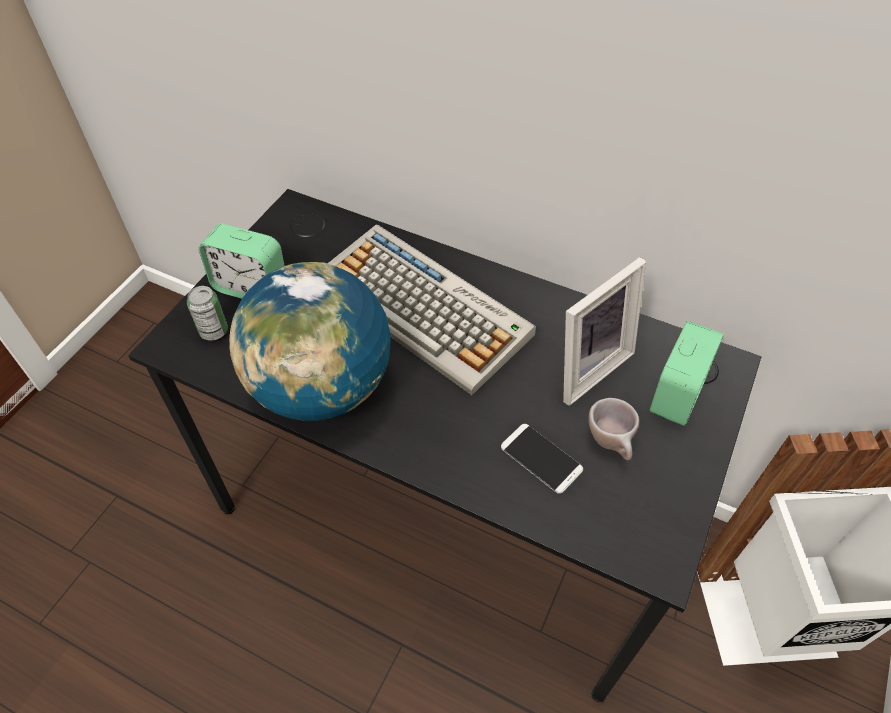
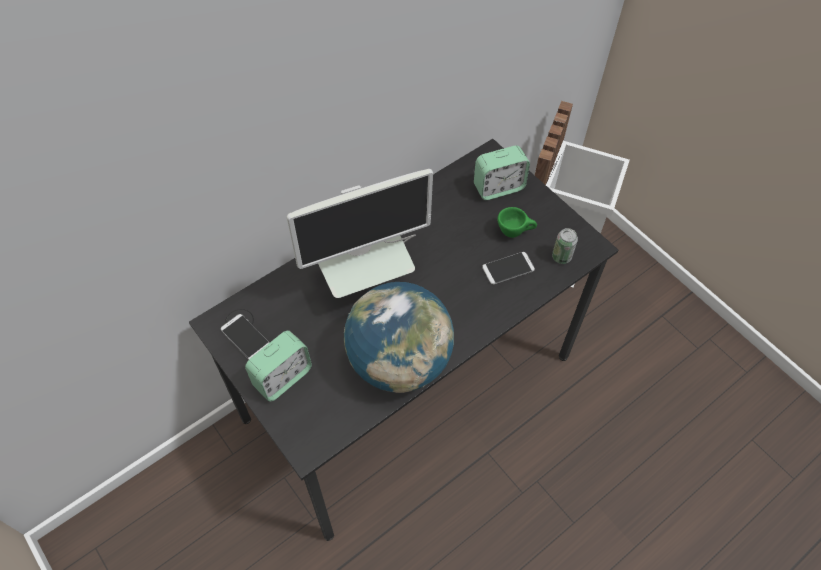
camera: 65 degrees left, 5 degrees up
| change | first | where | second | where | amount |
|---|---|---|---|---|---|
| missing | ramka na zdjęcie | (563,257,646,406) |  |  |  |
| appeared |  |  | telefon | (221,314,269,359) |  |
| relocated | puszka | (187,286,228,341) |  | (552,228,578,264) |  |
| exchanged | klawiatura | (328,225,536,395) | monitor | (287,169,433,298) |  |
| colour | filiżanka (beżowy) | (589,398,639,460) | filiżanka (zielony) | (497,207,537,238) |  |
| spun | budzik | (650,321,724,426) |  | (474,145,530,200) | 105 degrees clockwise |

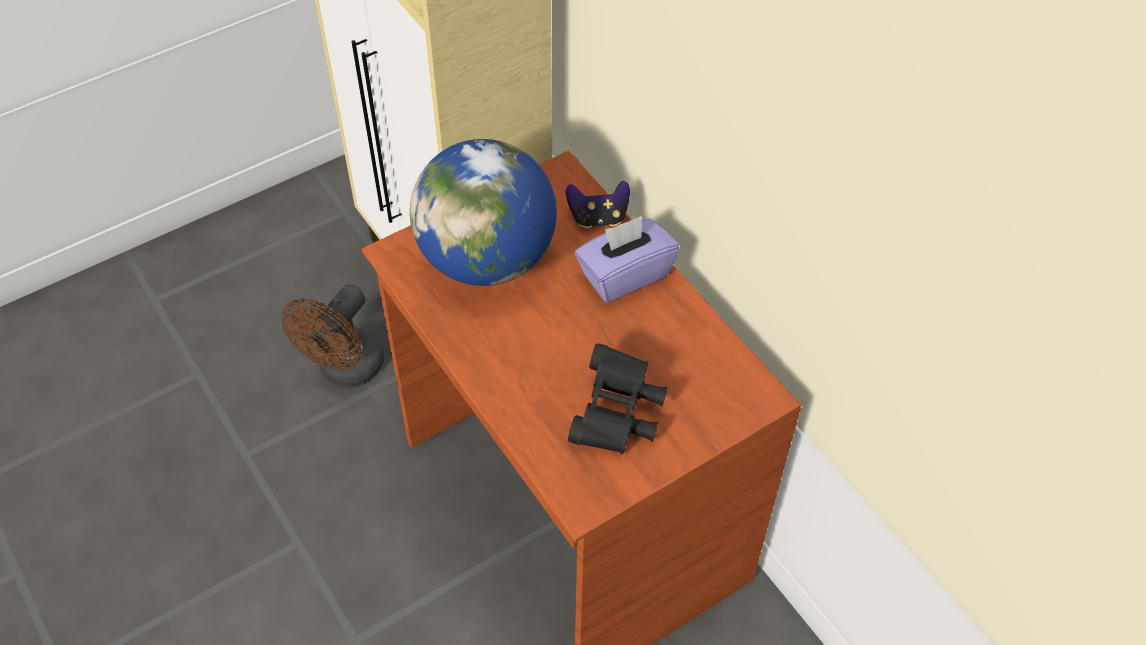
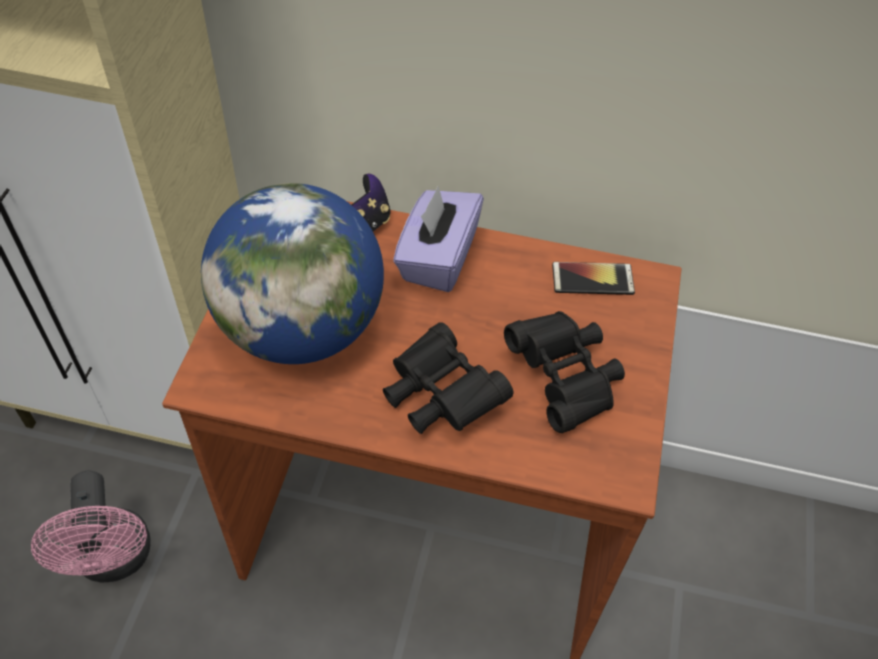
camera: 45 degrees left, 0 degrees up
| change | first | where | second | where | amount |
|---|---|---|---|---|---|
| appeared |  |  | lornetka (czarny) | (383,322,514,434) |  |
| appeared |  |  | telefon | (552,262,635,295) |  |
| colour | wentylator (brązowy) | (281,284,384,387) | wentylator (różowy) | (31,471,151,582) |  |

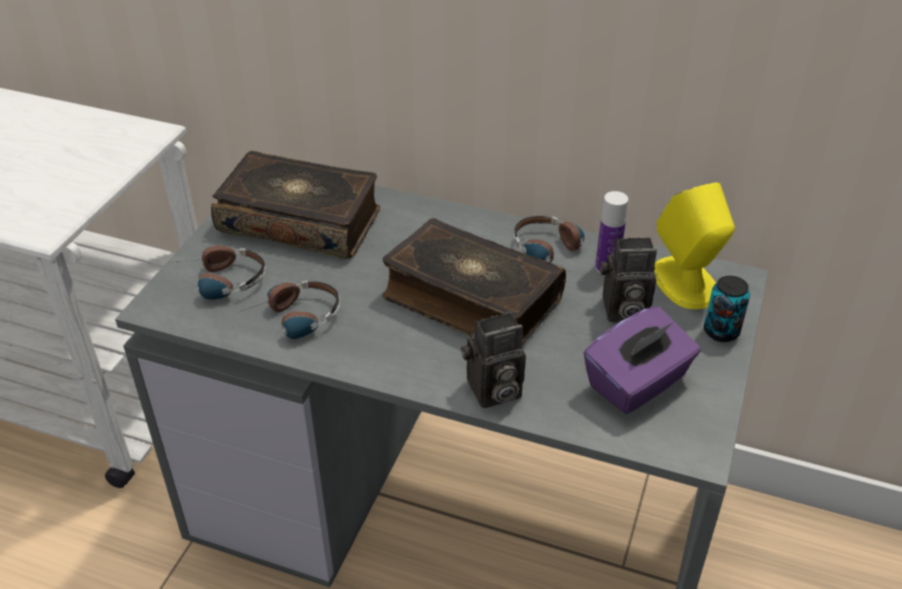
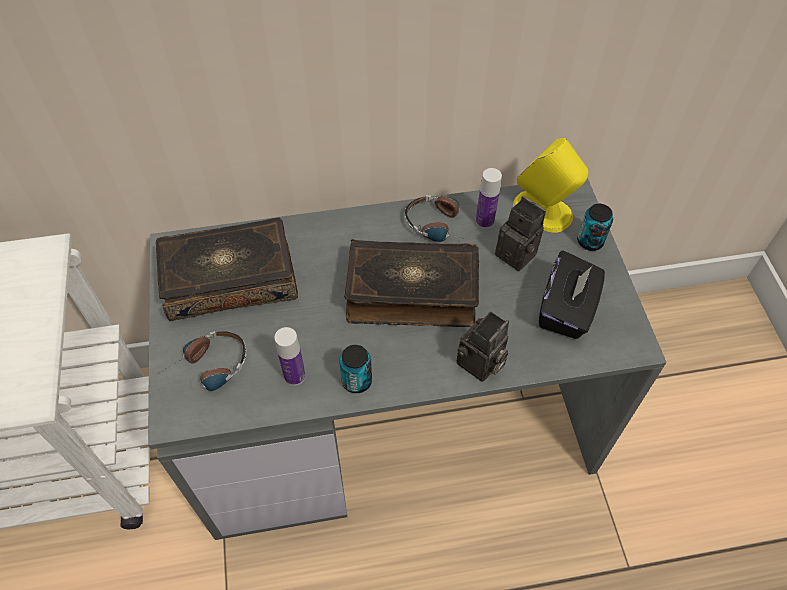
camera: 30 degrees left, 15 degrees up
| change | first | where | second | where | amount |
|---|---|---|---|---|---|
| appeared |  |  | puszka | (339,345,372,393) |  |
| exchanged | słuchawki | (239,280,340,339) | butelka | (274,327,306,386) |  |
| colour | pudełko chusteczek (fioletowy) | (584,306,701,414) | pudełko chusteczek (czarny) | (539,250,605,339) |  |
| spun | aparat fotograficzny | (600,237,657,322) |  | (495,196,546,271) | 105 degrees counterclockwise |

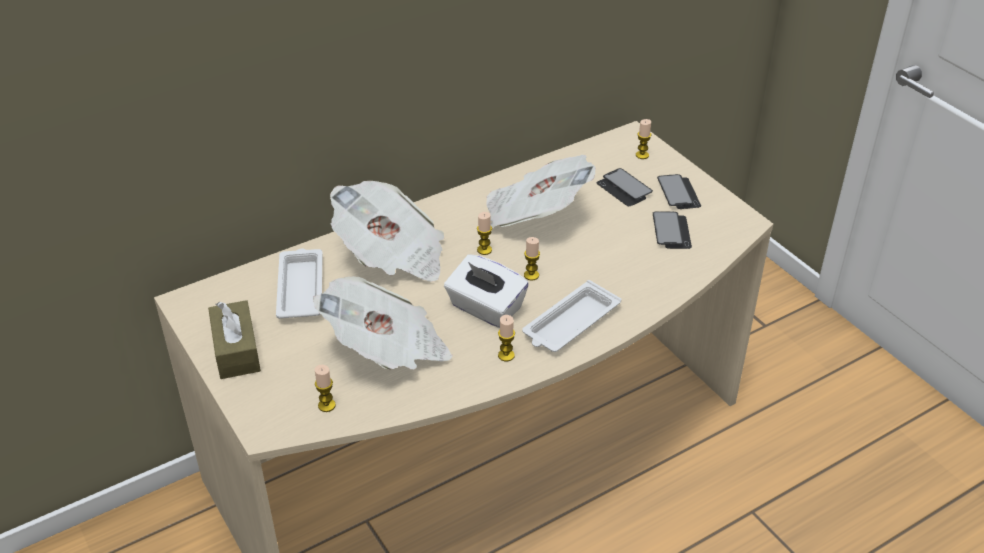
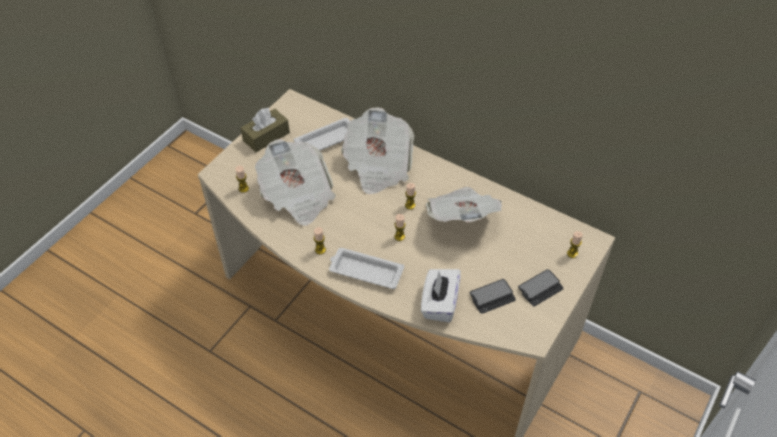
camera: 65 degrees right, 10 degrees up
| change | first | where | second | where | amount |
|---|---|---|---|---|---|
| missing | telefon | (597,168,653,206) |  |  |  |
| relocated | pudełko chusteczek (biały) | (444,254,529,328) |  | (421,269,461,322) |  |

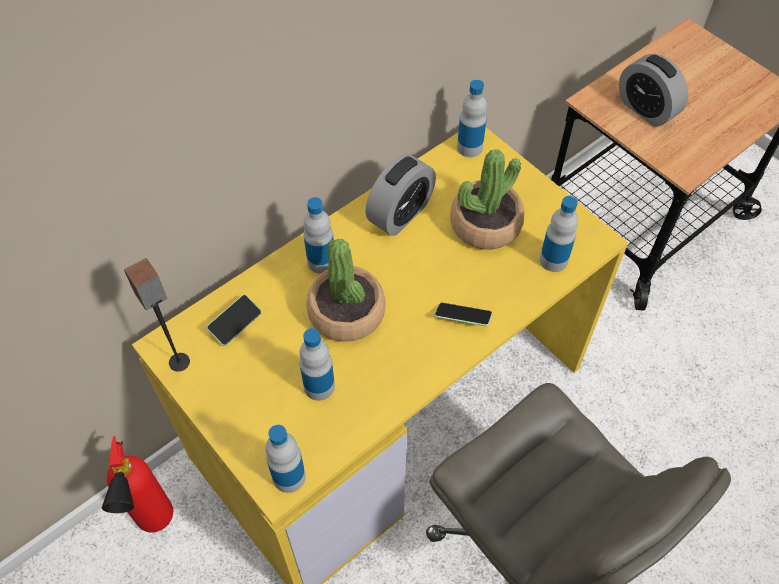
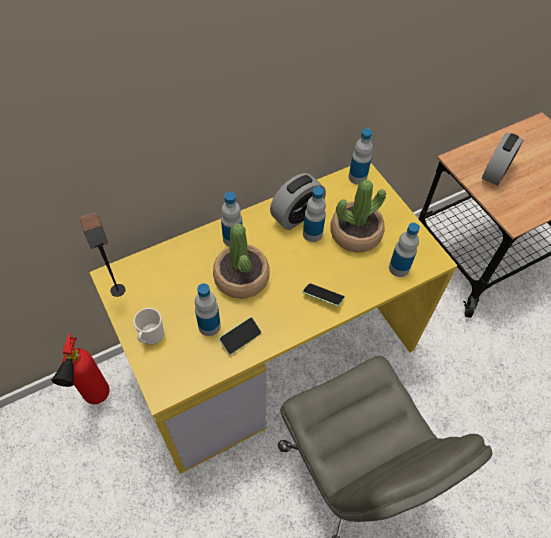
camera: 10 degrees right, 0 degrees up
| change | first | where | second | where | amount |
|---|---|---|---|---|---|
| appeared |  |  | kubek | (133,308,164,345) |  |
| relocated | telefon | (206,294,262,346) |  | (219,317,262,355) |  |
| relocated | butelka | (266,425,306,493) |  | (303,187,326,242) |  |
| spun | budzik | (619,54,688,127) |  | (482,133,524,186) | 120 degrees counterclockwise |

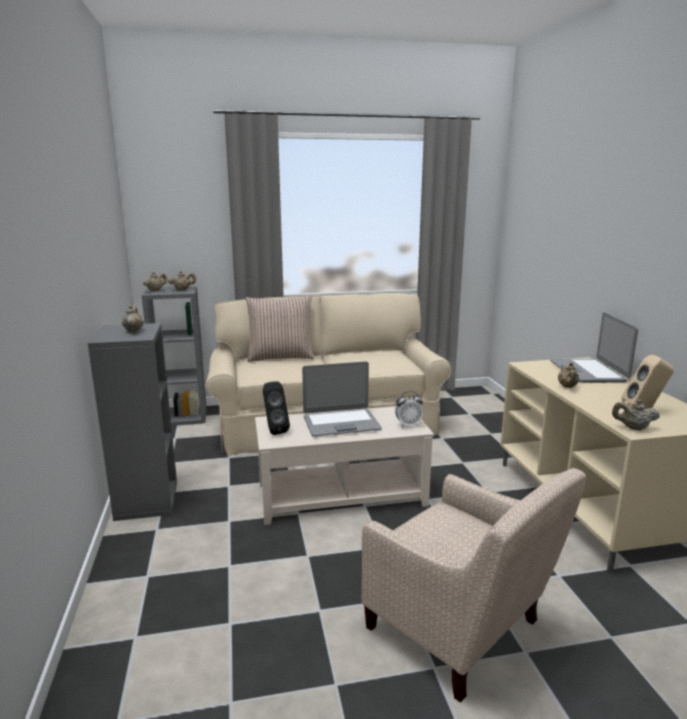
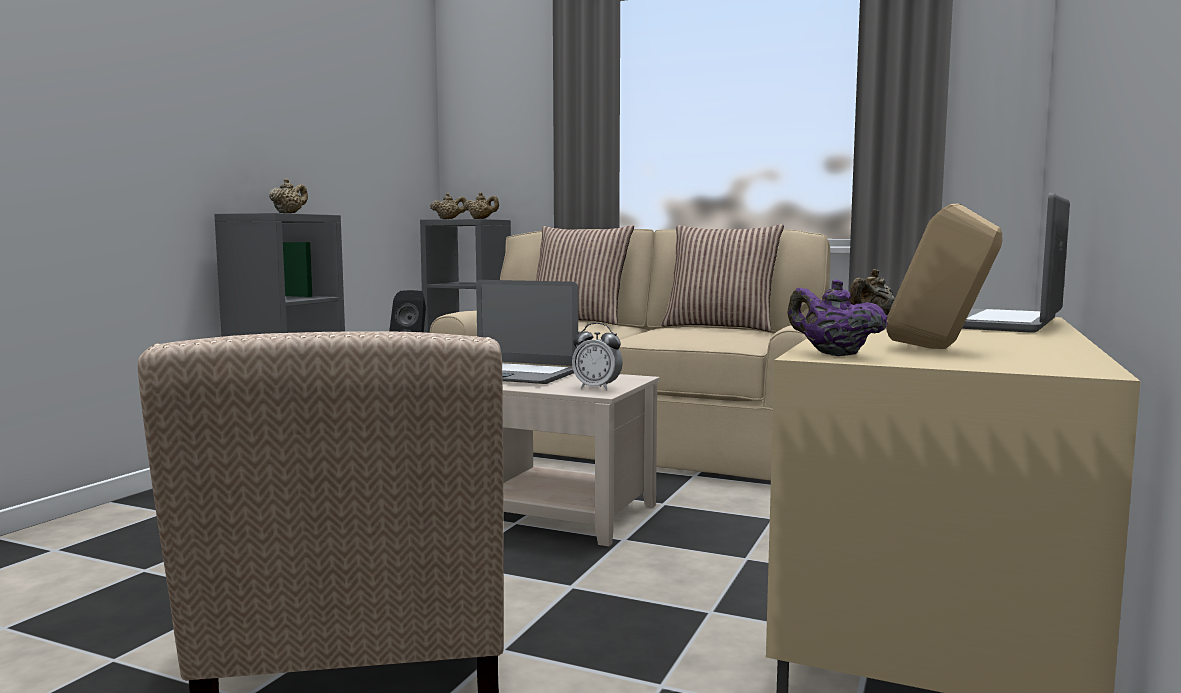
camera: 35 degrees right, 10 degrees down
| change | first | where | second | where | amount |
|---|---|---|---|---|---|
| appeared |  |  | poduszka | (661,224,784,331) |  |
| colour | imbryk (beżowy) | (612,400,660,431) | imbryk (fioletowy) | (788,279,888,356) |  |

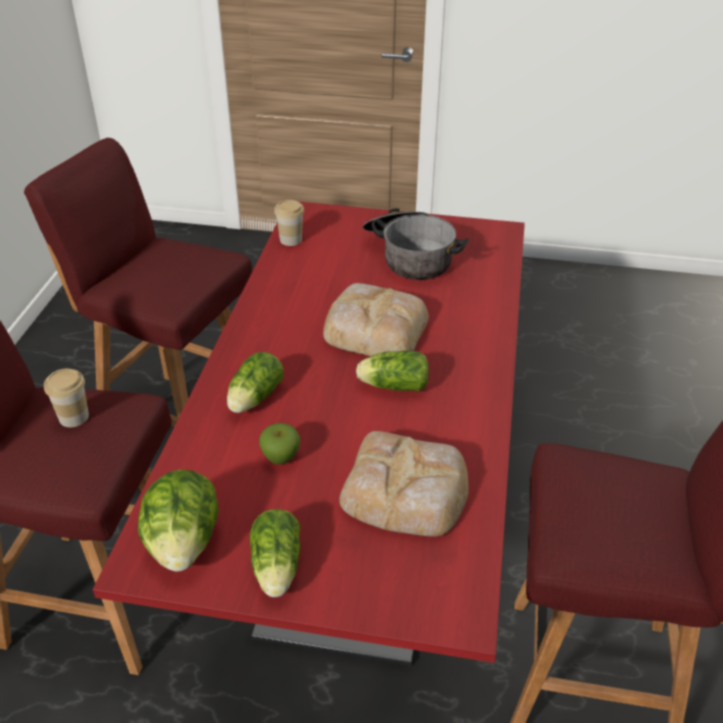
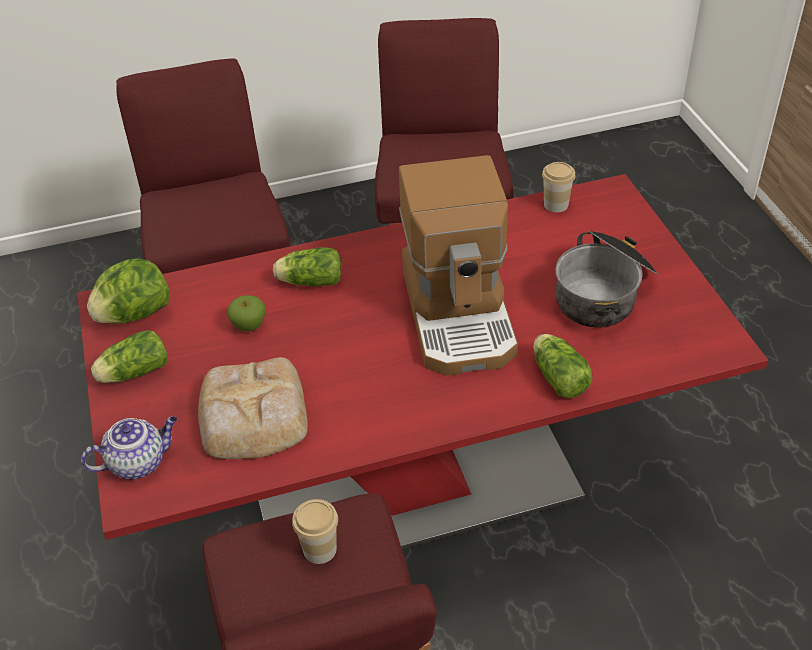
camera: 65 degrees right, 5 degrees up
| change | first | where | second | where | amount |
|---|---|---|---|---|---|
| appeared |  |  | imbryk | (81,416,177,479) |  |
| relocated | filiżanka | (44,369,89,427) |  | (292,499,338,564) |  |
| relocated | sałata | (356,351,429,391) |  | (533,334,592,399) |  |
| exchanged | chleb | (323,283,429,356) | ekspres do kawy | (399,155,518,376) |  |

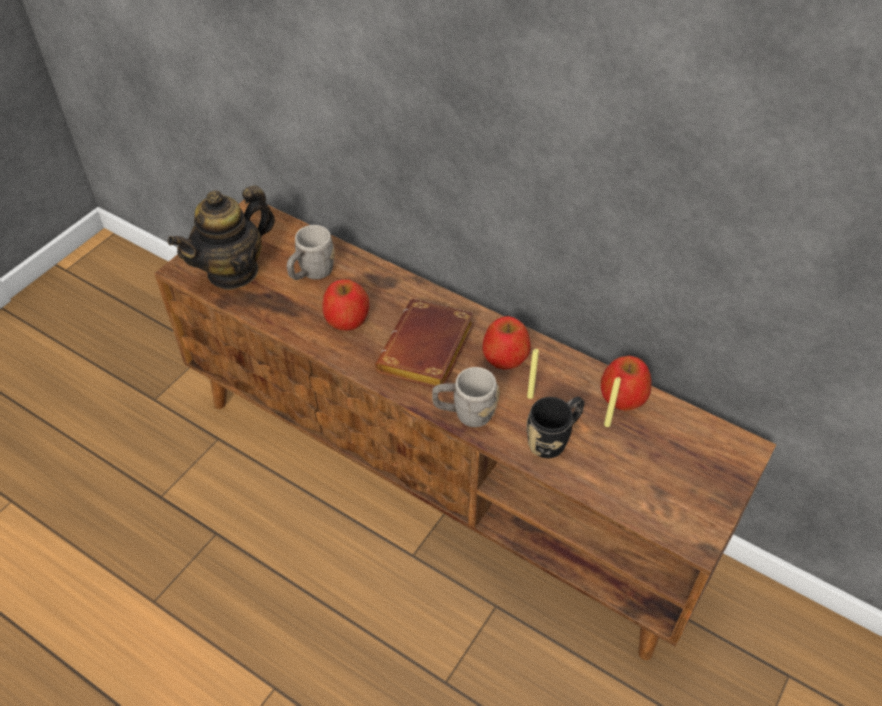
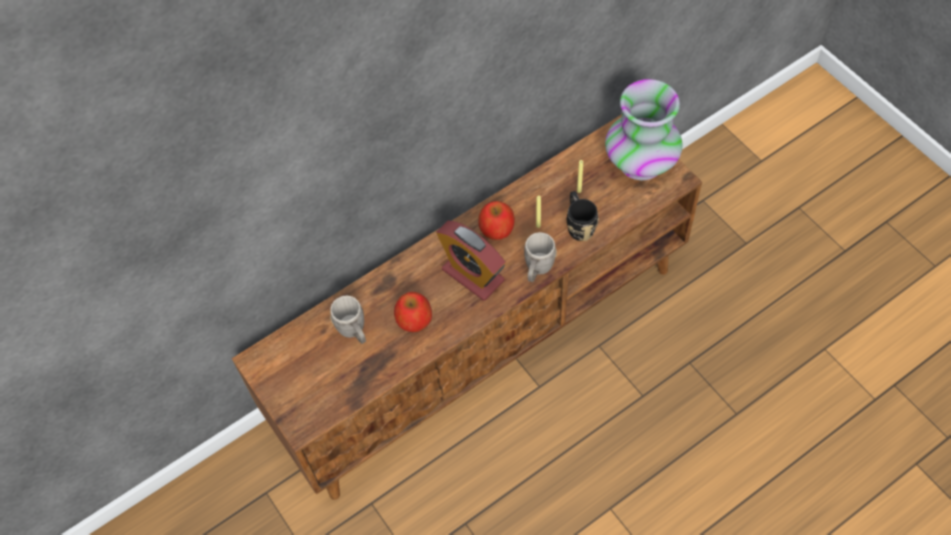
camera: 65 degrees left, 10 degrees up
| change | first | where | second | where | amount |
|---|---|---|---|---|---|
| missing | imbryk | (168,186,275,290) |  |  |  |
| missing | jabłko | (601,356,652,411) |  |  |  |
| appeared |  |  | wazon | (605,79,683,180) |  |
| exchanged | książka (brązowy) | (375,299,474,387) | budzik | (436,221,505,301) |  |

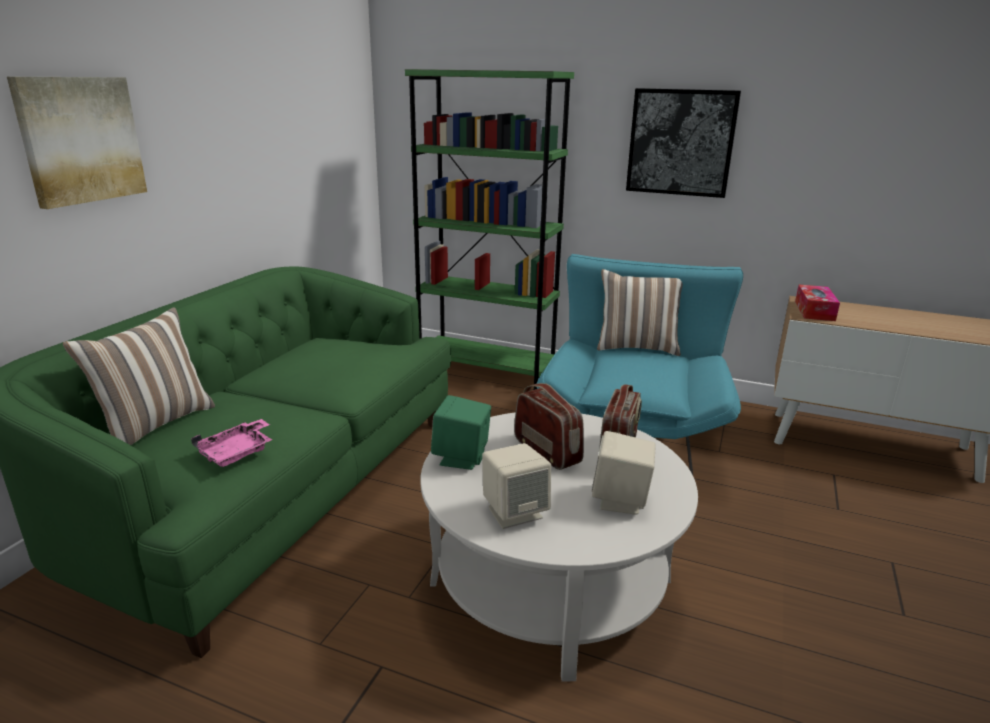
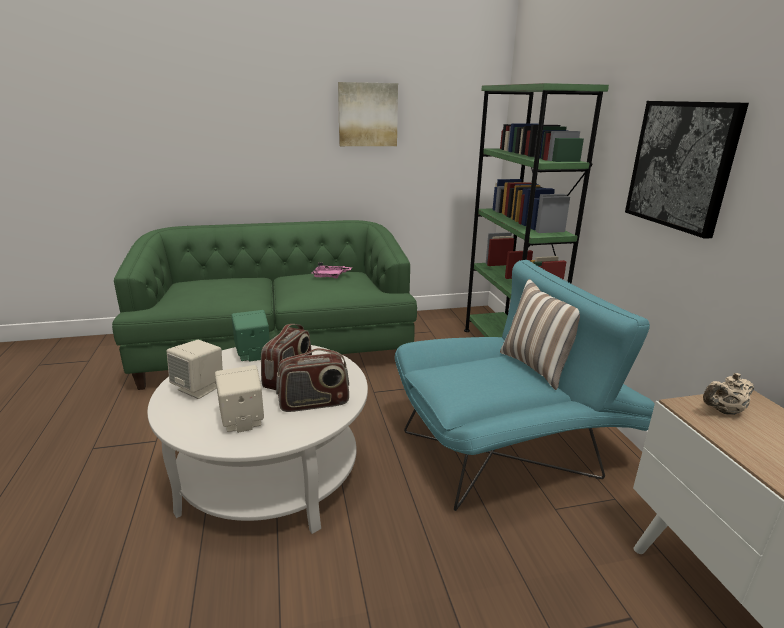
camera: 55 degrees right, 0 degrees up
| change | first | where | second | where | amount |
|---|---|---|---|---|---|
| missing | poduszka | (63,307,215,445) |  |  |  |
| relocated | obraz | (7,77,147,209) |  | (338,82,398,146) |  |
| relocated | taca (różowy) | (191,419,272,467) |  | (311,263,352,278) |  |
| exchanged | pudełko chusteczek | (795,285,840,321) | imbryk (beżowy) | (703,373,754,415) |  |

